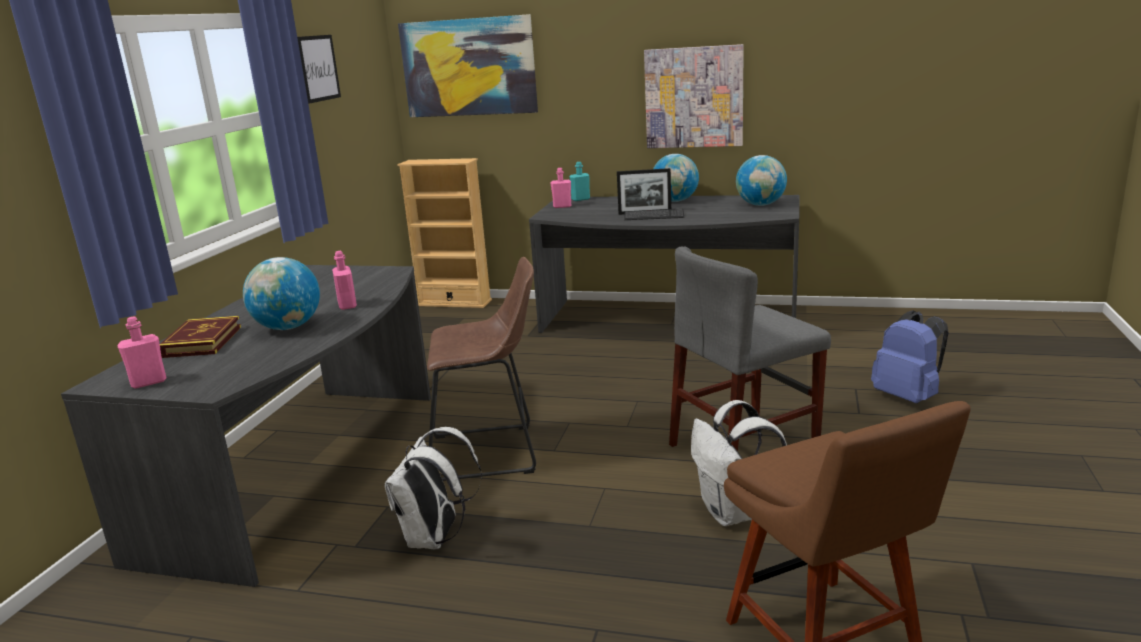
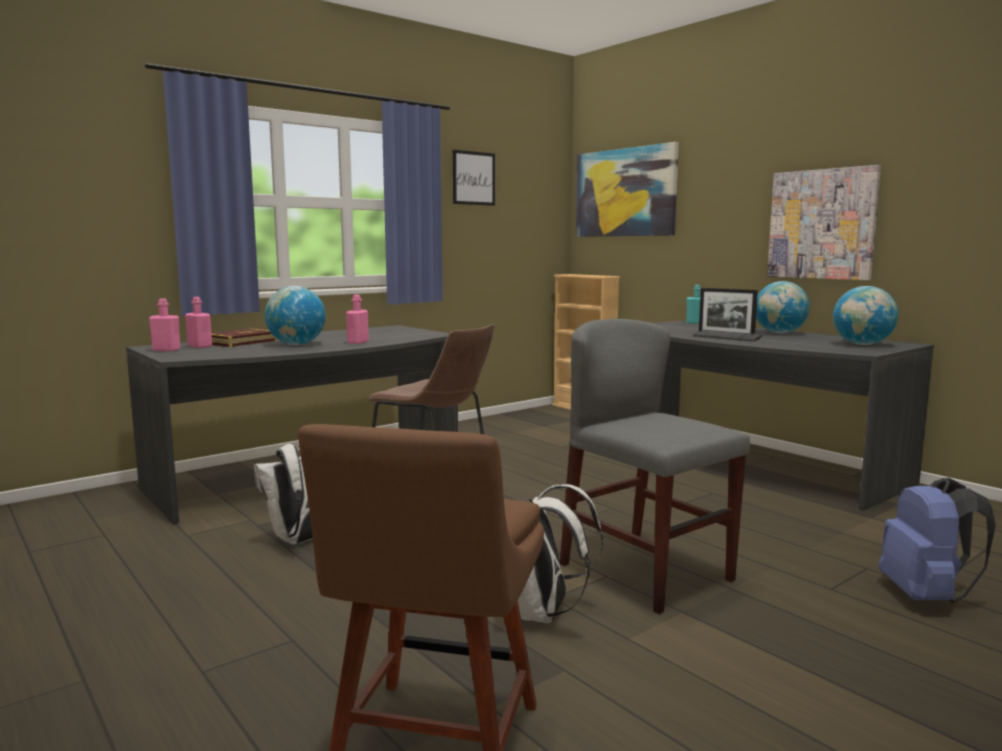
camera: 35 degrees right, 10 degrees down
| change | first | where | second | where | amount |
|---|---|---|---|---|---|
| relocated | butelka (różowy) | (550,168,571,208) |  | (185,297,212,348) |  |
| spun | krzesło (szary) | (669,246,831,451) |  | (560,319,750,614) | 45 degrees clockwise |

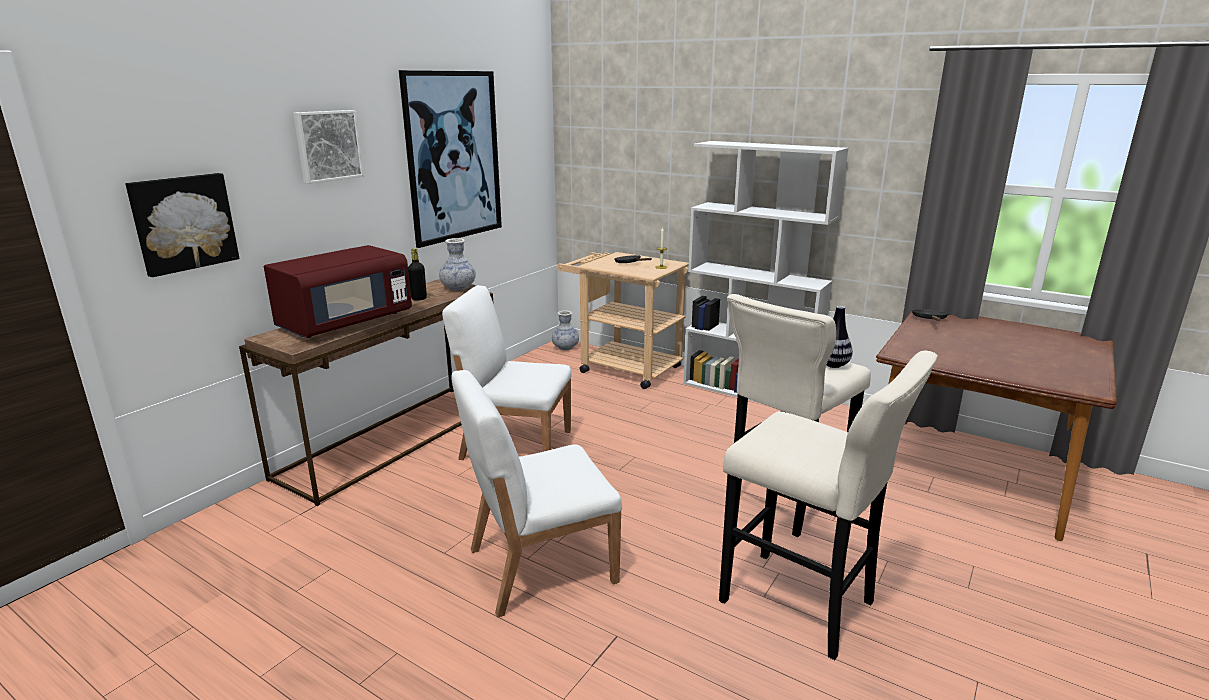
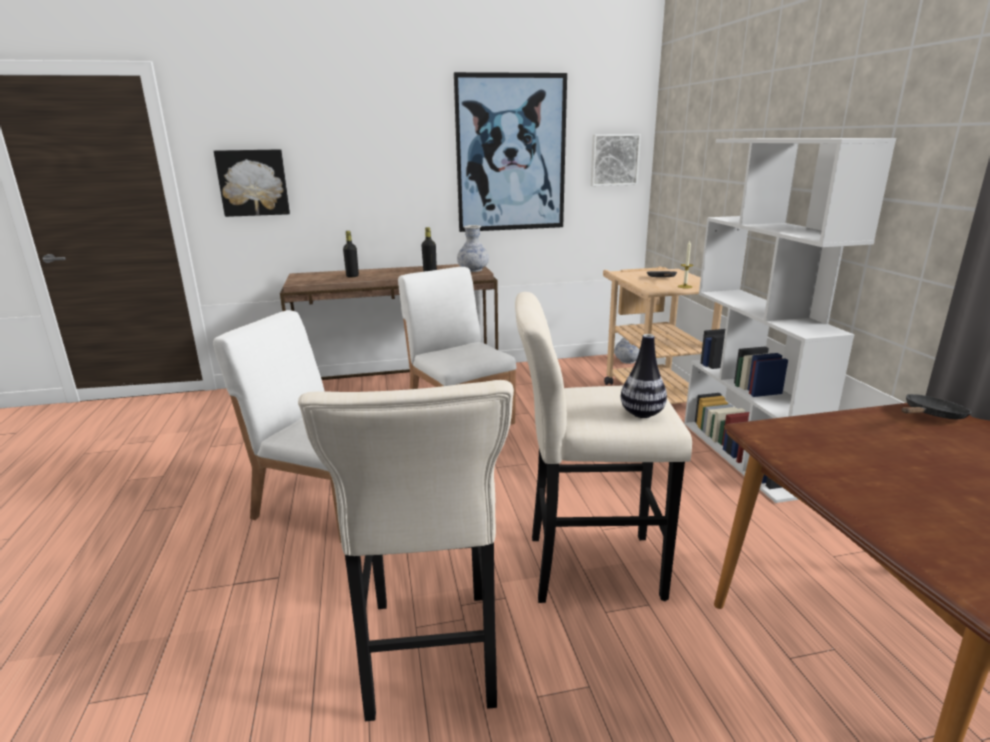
camera: 45 degrees right, 0 degrees up
| change | first | where | second | where | amount |
|---|---|---|---|---|---|
| relocated | obraz | (293,110,364,184) |  | (591,134,641,186) |  |
| exchanged | mikrofalówka (czerwony) | (264,245,412,338) | butelka (czarny) | (343,231,359,278) |  |

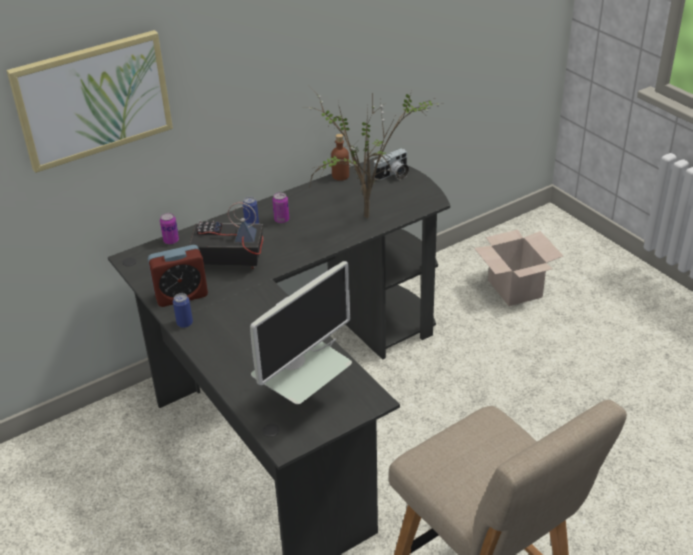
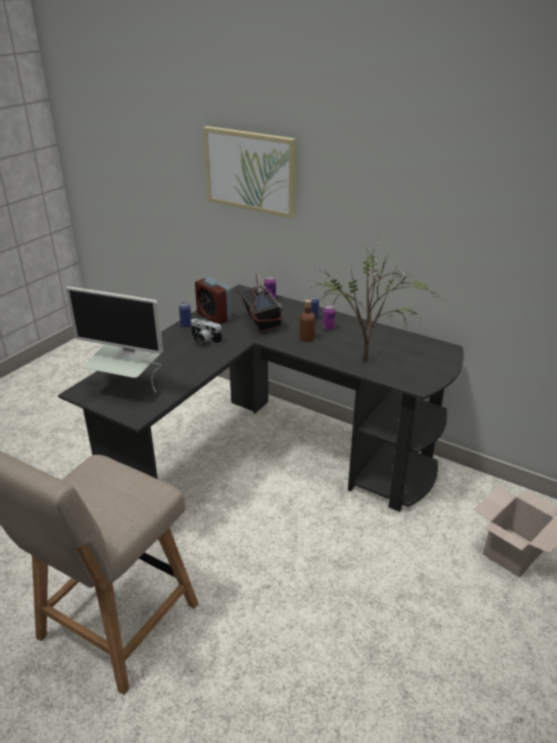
camera: 65 degrees right, 5 degrees down
| change | first | where | second | where | amount |
|---|---|---|---|---|---|
| relocated | butelka (brązowy) | (331,134,349,181) |  | (299,299,316,342) |  |
| relocated | aparat fotograficzny | (374,148,409,180) |  | (191,319,222,346) |  |

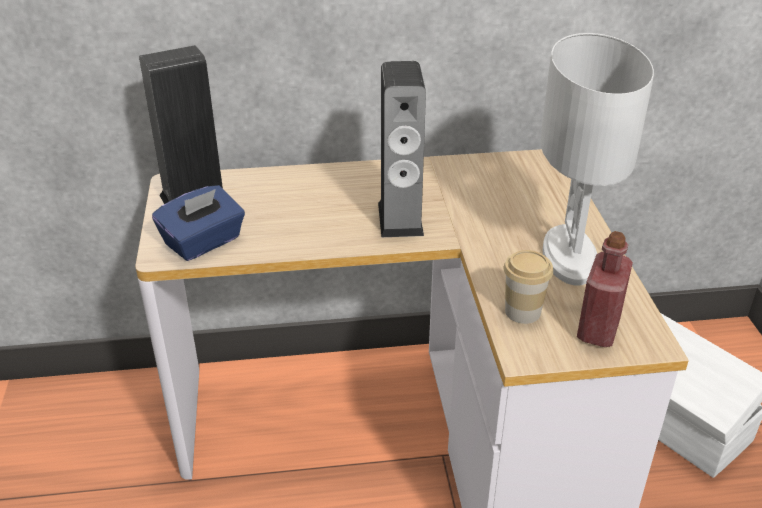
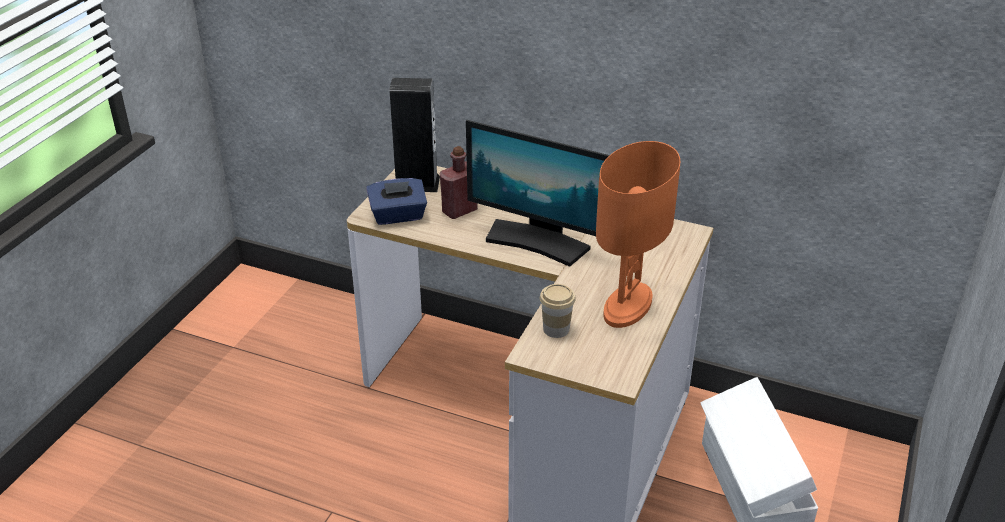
camera: 30 degrees right, 0 degrees up
| change | first | where | second | where | amount |
|---|---|---|---|---|---|
| relocated | butelka (czerwony) | (577,231,633,347) |  | (440,146,478,219) |  |
| exchanged | głośnik | (378,61,426,237) | monitor | (466,120,610,267) |  |
| colour | lampa stołowa (biały) | (541,33,654,286) | lampa stołowa (pomarańczowy) | (596,141,680,328) |  |

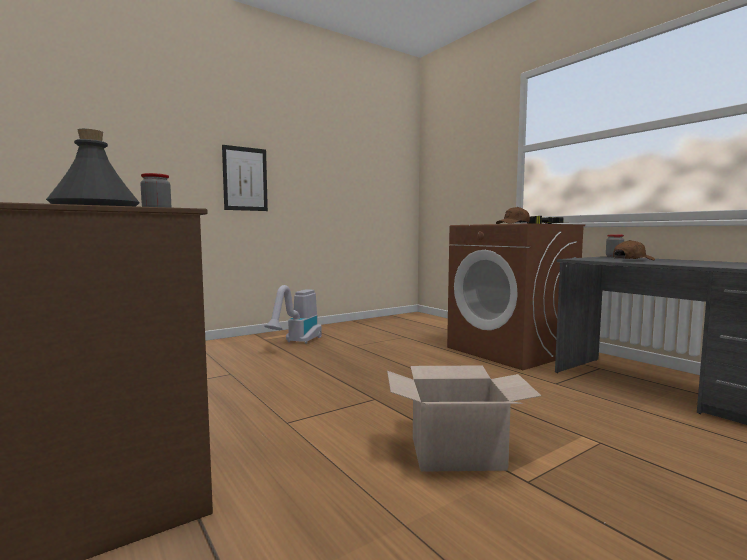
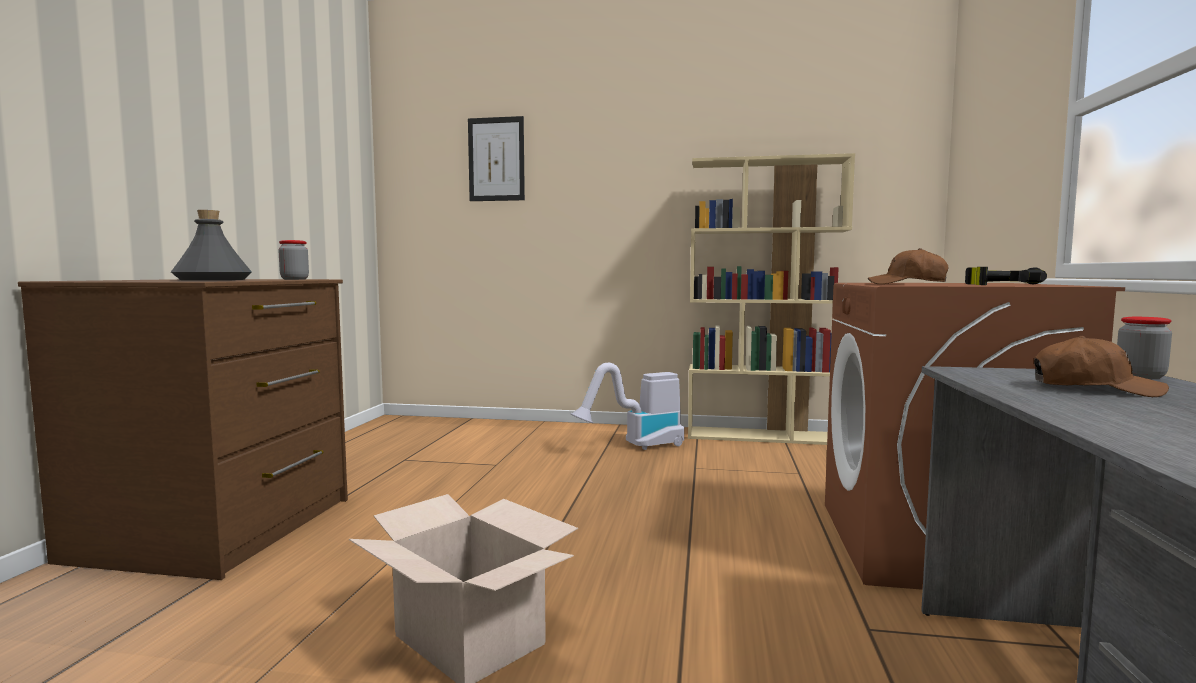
camera: 45 degrees right, 0 degrees up
| change | first | where | second | where | amount |
|---|---|---|---|---|---|
| appeared |  |  | regał (beżowy) | (688,153,855,445) |  |
| relocated | obraz | (222,145,268,211) |  | (468,116,525,201) |  |

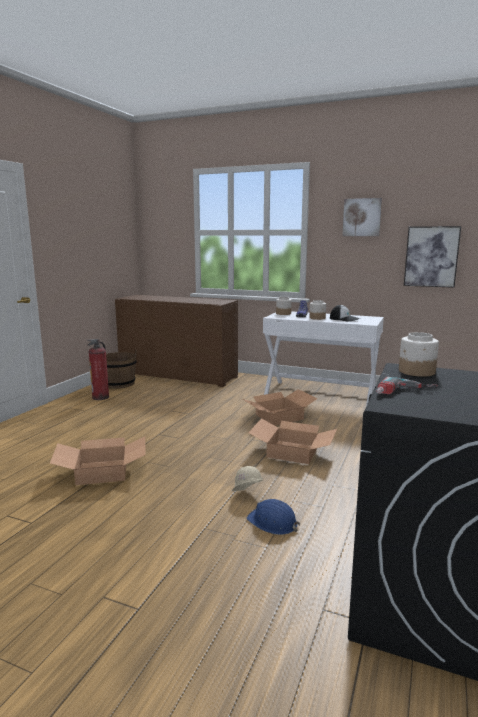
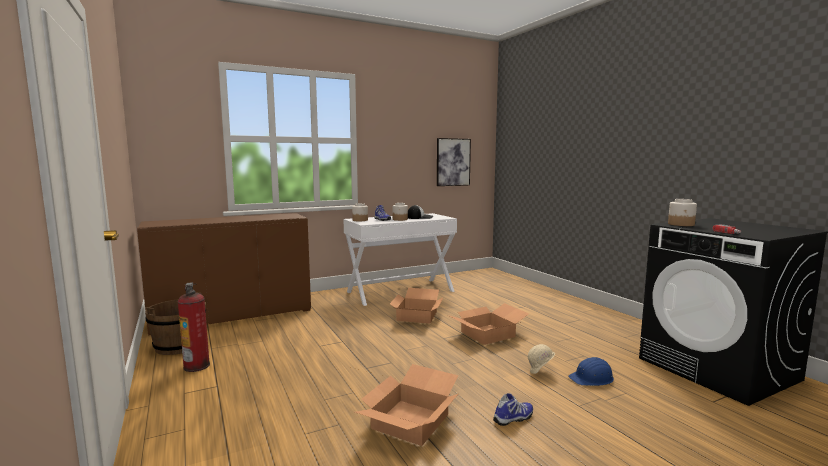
camera: 50 degrees left, 5 degrees down
| change | first | where | second | where | amount |
|---|---|---|---|---|---|
| missing | obraz | (342,198,382,236) |  |  |  |
| appeared |  |  | but | (493,393,533,426) |  |

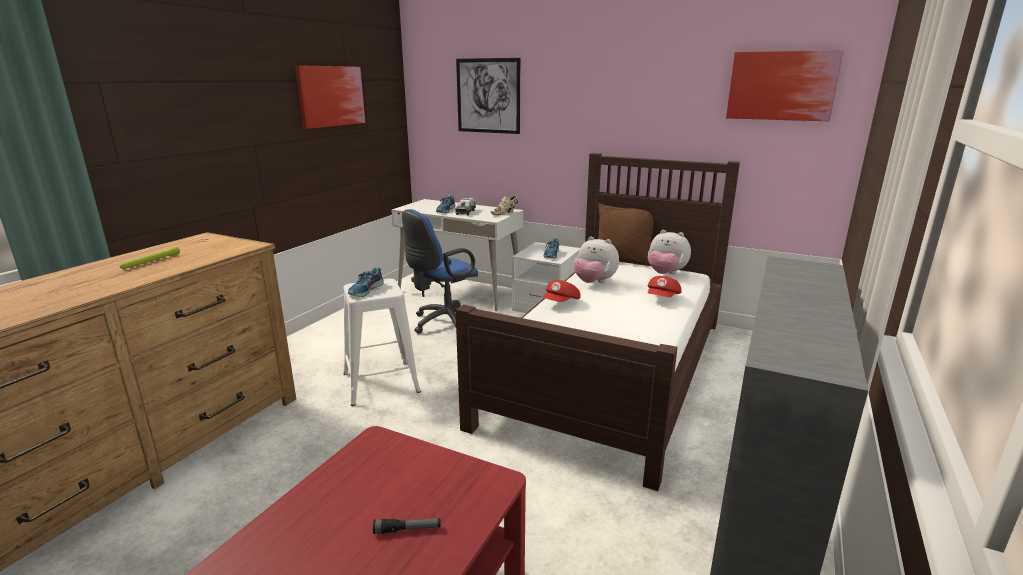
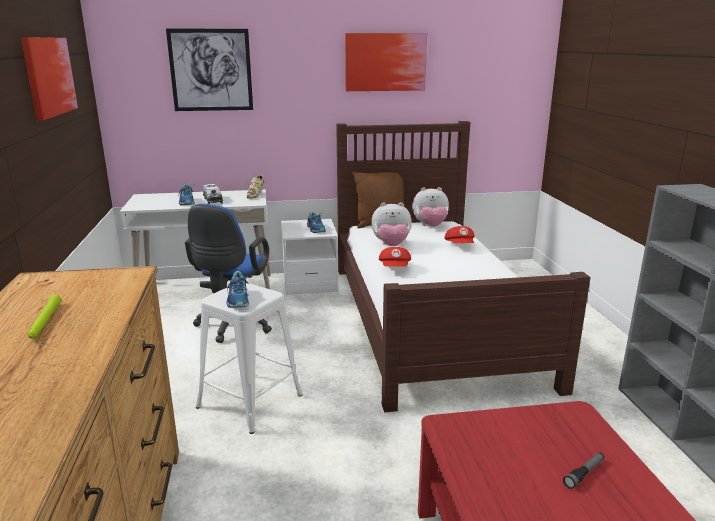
camera: 35 degrees left, 0 degrees up
| change | first | where | second | where | amount |
|---|---|---|---|---|---|
| relocated | obraz | (726,50,844,121) |  | (345,33,427,91) |  |

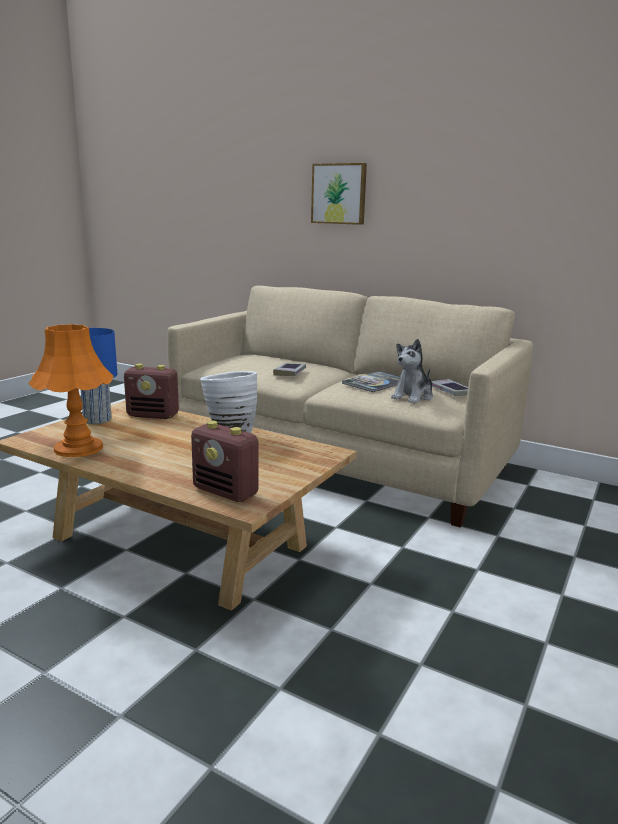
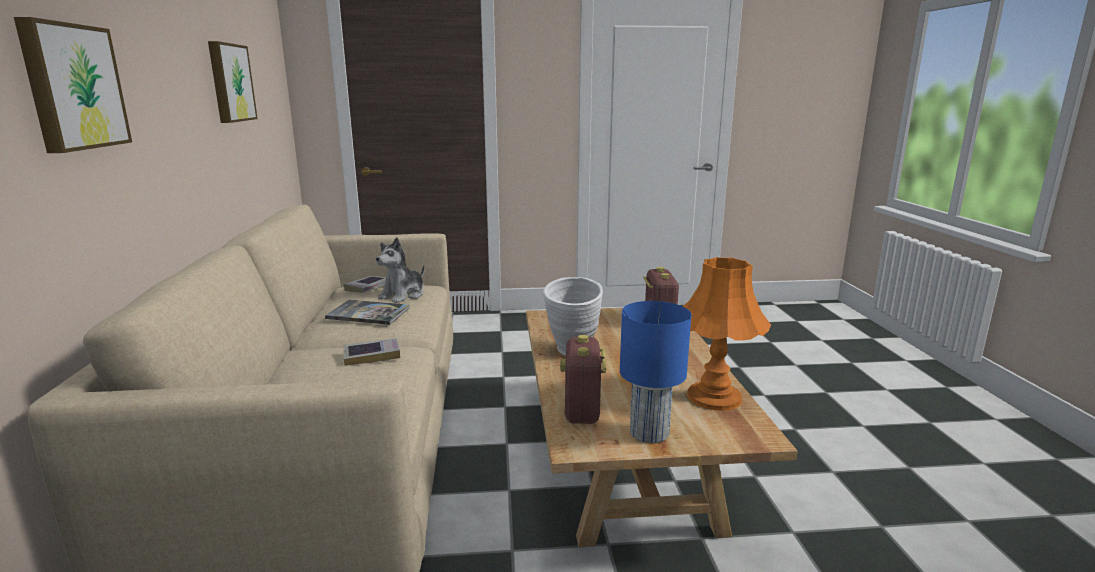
camera: 125 degrees left, 0 degrees up
| change | first | where | second | where | amount |
|---|---|---|---|---|---|
| appeared |  |  | obraz | (208,41,258,123) |  |
| spun | radio | (124,364,179,419) |  | (560,335,606,424) | 150 degrees counterclockwise |
| spun | pluszak | (391,339,433,404) |  | (376,237,425,303) | 120 degrees clockwise |

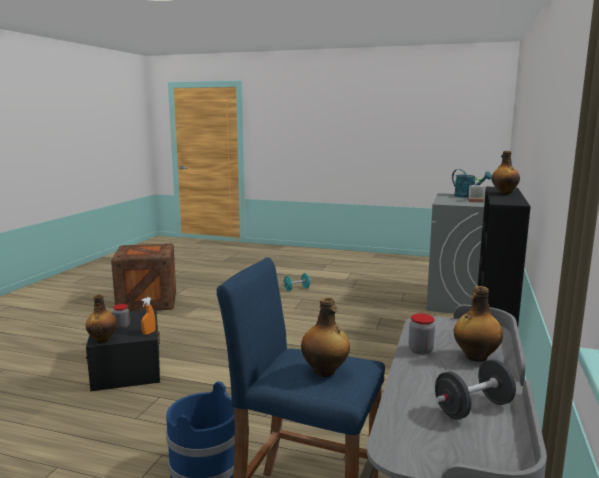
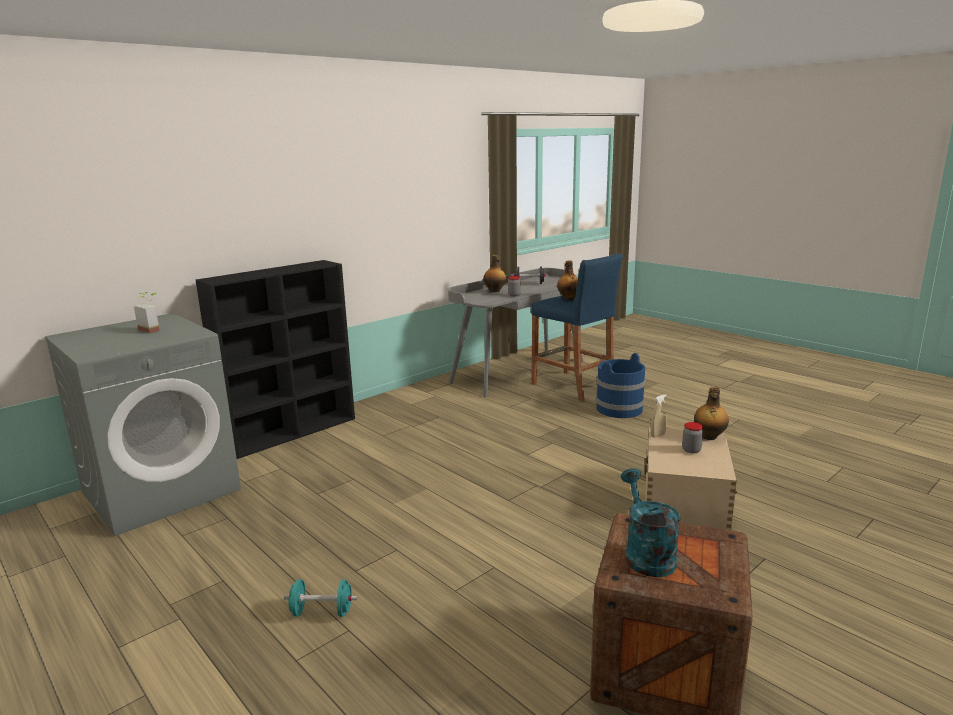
camera: 150 degrees left, 5 degrees up
| change | first | where | second | where | amount |
|---|---|---|---|---|---|
| missing | butelka | (492,151,520,194) |  |  |  |
| relocated | konewka (turkusowy) | (452,169,492,198) |  | (621,468,680,577) |  |
| colour | pojemnik do przechowywania (czarny) | (86,309,160,391) | pojemnik do przechowywania (beżowy) | (645,427,737,530) |  |
| colour | spryskiwacz (pomarańczowy) | (141,297,156,335) | spryskiwacz (beżowy) | (651,394,667,438) |  |

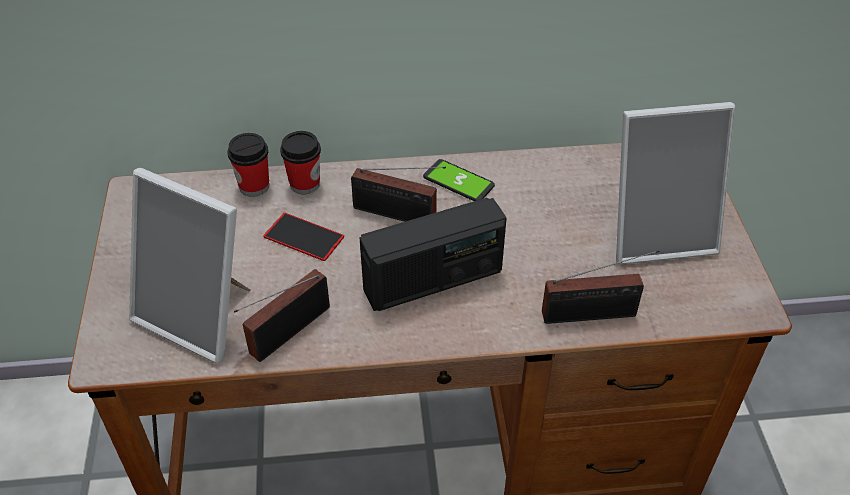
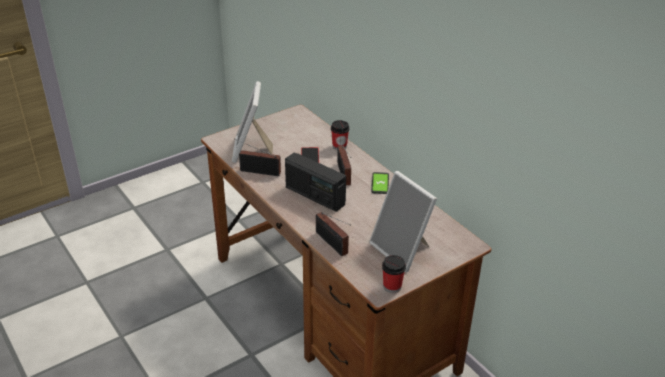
camera: 60 degrees right, 10 degrees down
| change | first | where | second | where | amount |
|---|---|---|---|---|---|
| relocated | filiżanka | (227,133,269,197) |  | (382,255,406,293) |  |

